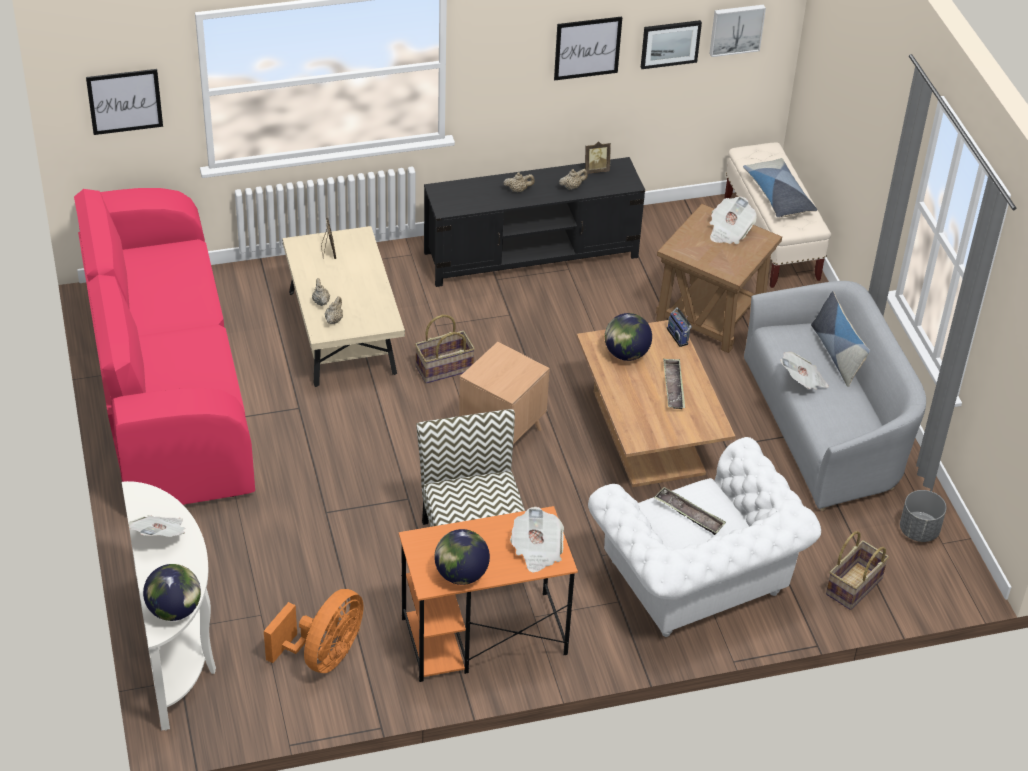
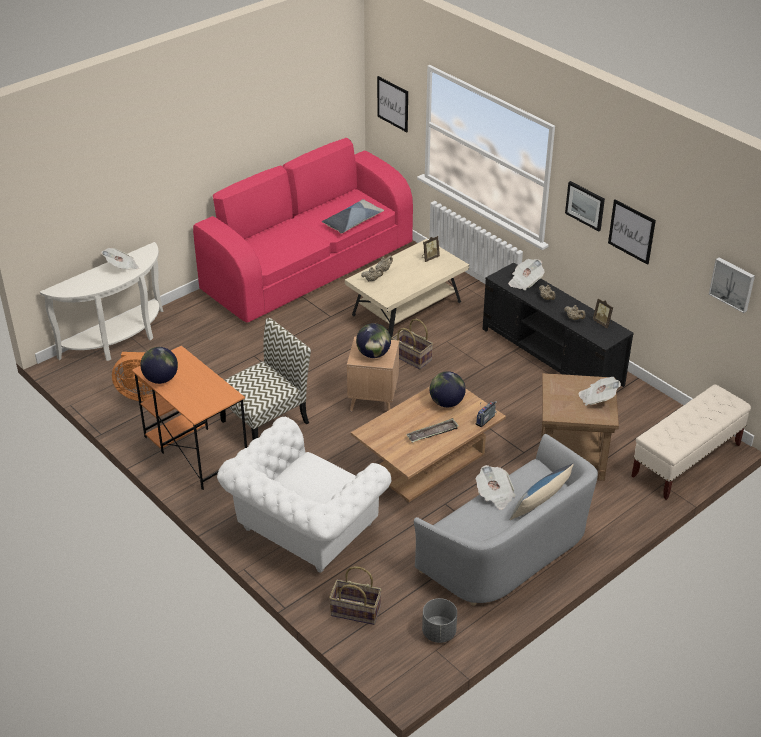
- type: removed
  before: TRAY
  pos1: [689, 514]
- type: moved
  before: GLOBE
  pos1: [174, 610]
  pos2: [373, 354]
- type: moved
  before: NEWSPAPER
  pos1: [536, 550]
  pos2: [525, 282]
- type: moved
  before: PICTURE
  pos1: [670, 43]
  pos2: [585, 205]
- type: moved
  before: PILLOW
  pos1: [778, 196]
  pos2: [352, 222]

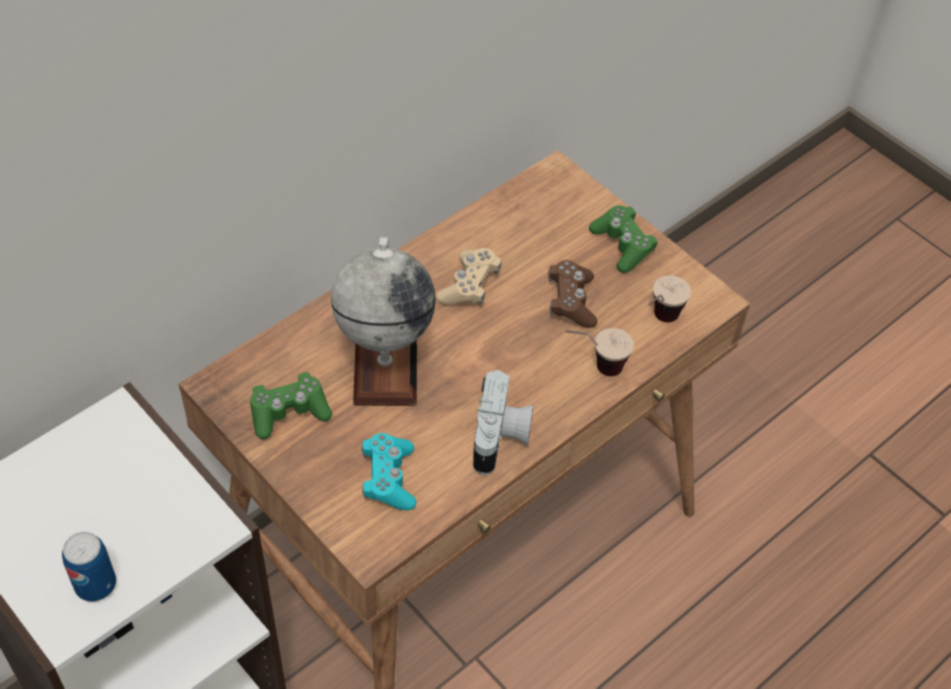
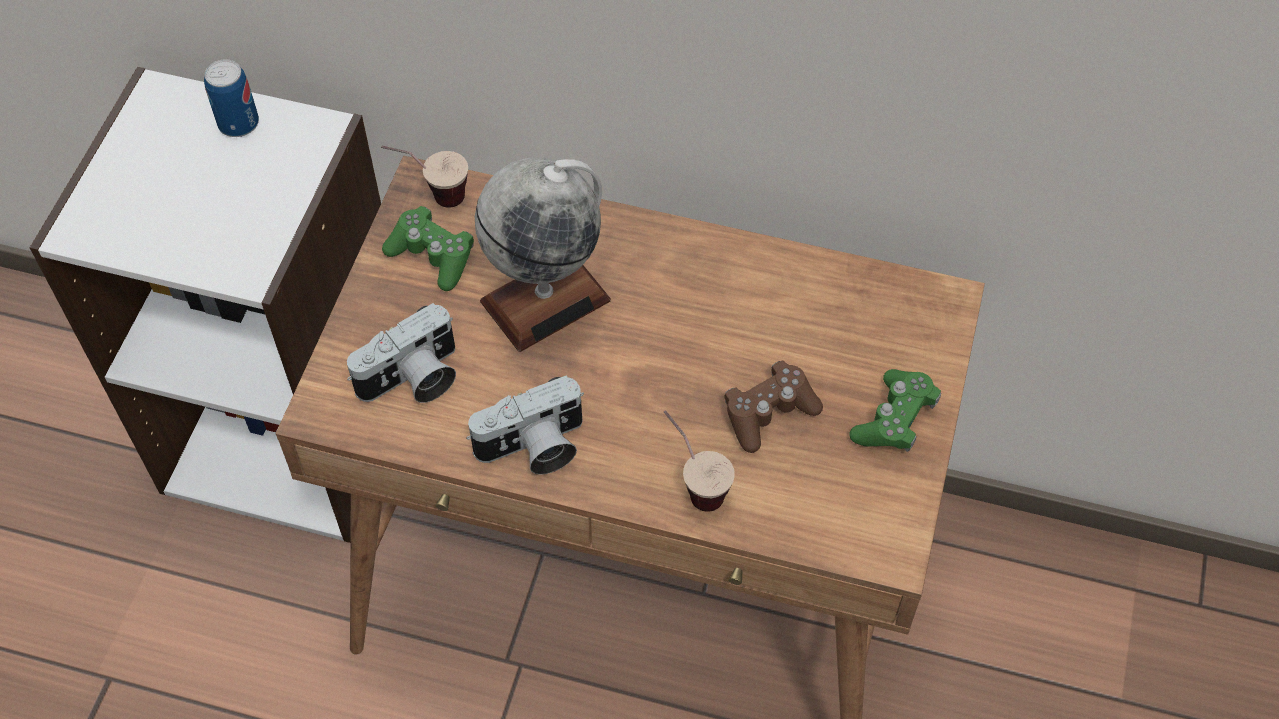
- type: removed
  before: BEIGE GAME CONTROLLER
  pos1: [469, 286]
- type: moved
  before: CAN
  pos1: [95, 584]
  pos2: [238, 123]
- type: moved
  before: CUP
  pos1: [658, 323]
  pos2: [431, 196]
- type: replaced
  before: TURQUOISE GAME CONTROLLER
  after: PHOTO CAMERA
  pos1: [388, 478]
  pos2: [413, 380]

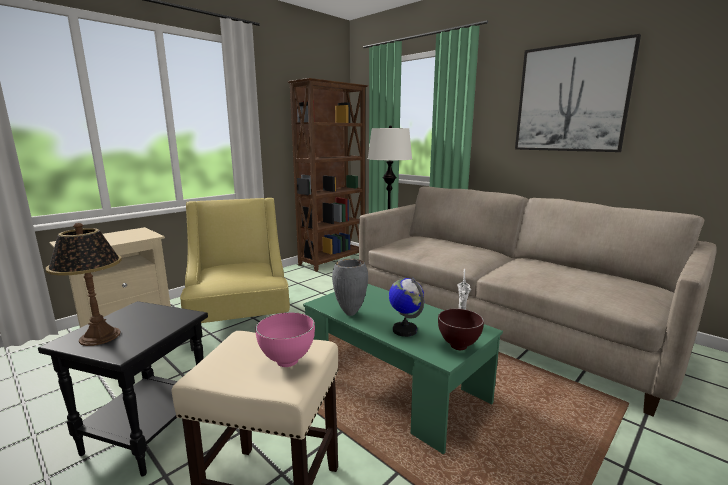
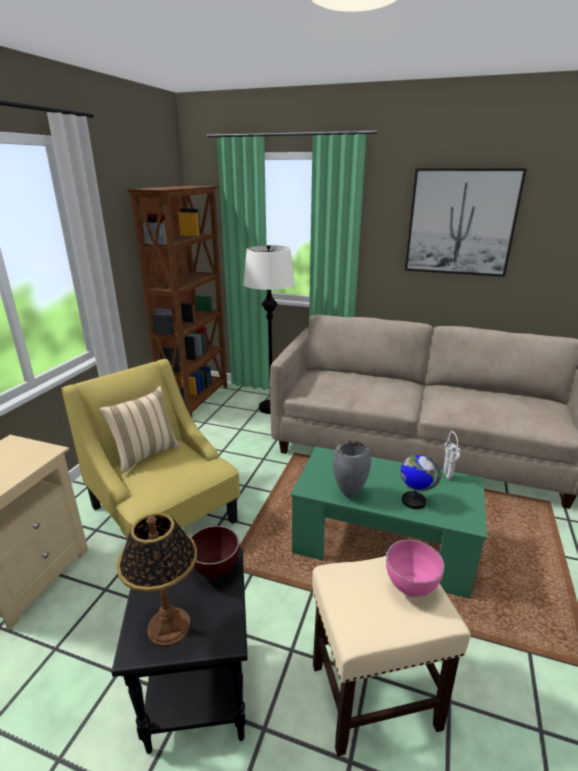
- type: added
  after: BEIGE PILLOW
  pos2: [145, 454]
- type: moved
  before: BROWN BOWL
  pos1: [459, 347]
  pos2: [216, 571]

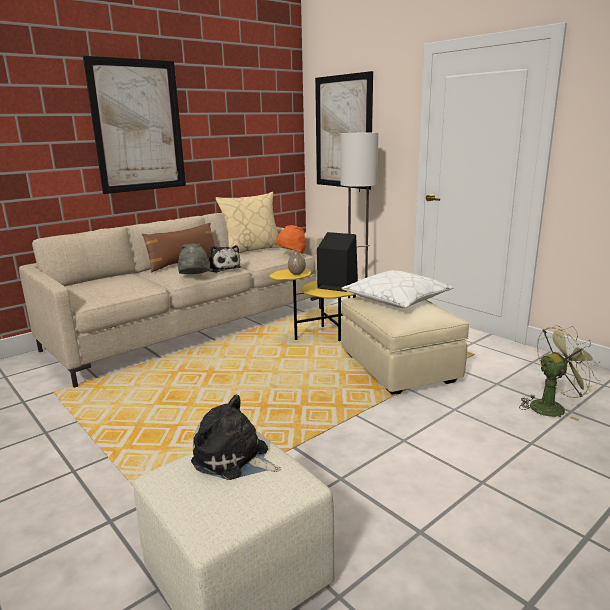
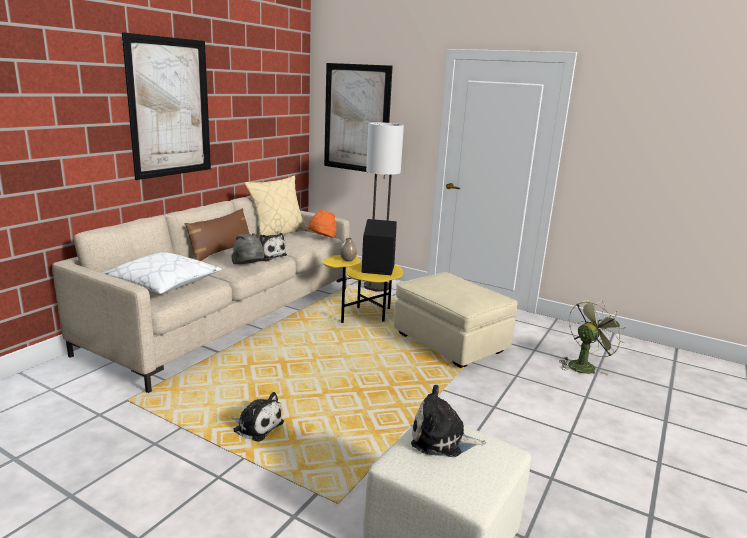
- type: added
  after: PLUSH TOY
  pos2: [256, 426]
- type: moved
  before: WHITE PILLOW
  pos1: [396, 299]
  pos2: [163, 283]

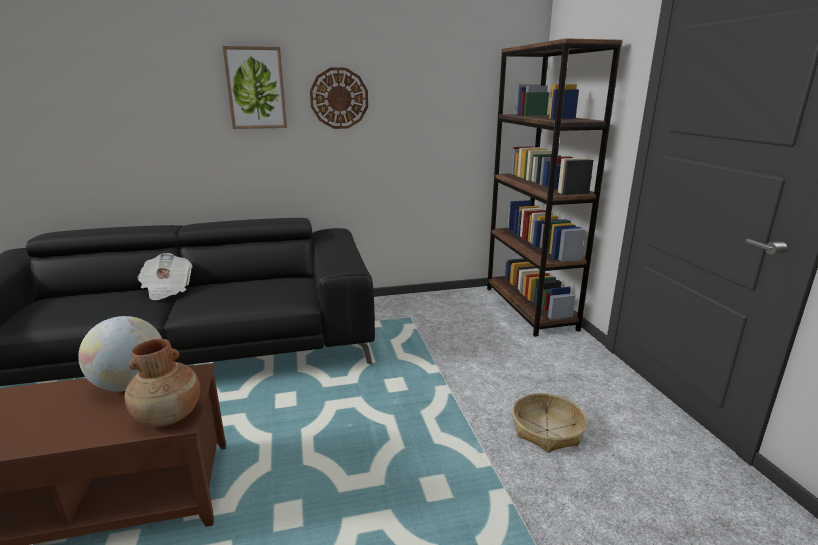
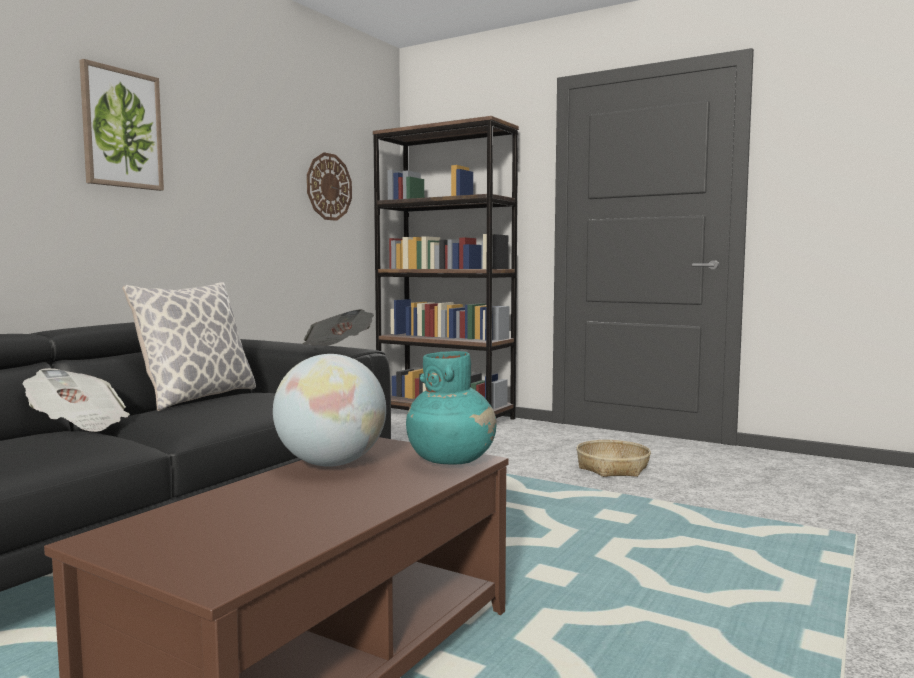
- type: added
  after: PILLOW
  pos2: [197, 398]
- type: added
  after: NEWSPAPER
  pos2: [338, 349]
- type: moved
  before: WALL CLOCK
  pos1: [339, 98]
  pos2: [329, 187]
- type: recoloured
  before: BROWN VASE
  after: TURQUOISE VASE
  pos1: [169, 416]
  pos2: [452, 460]

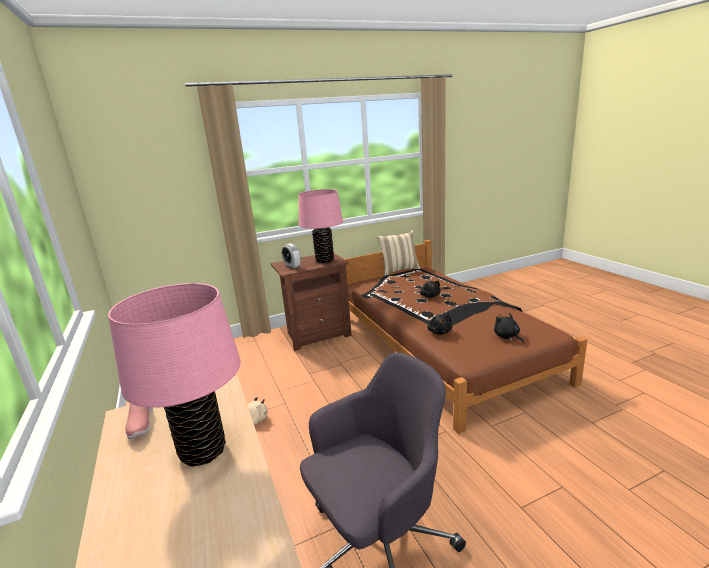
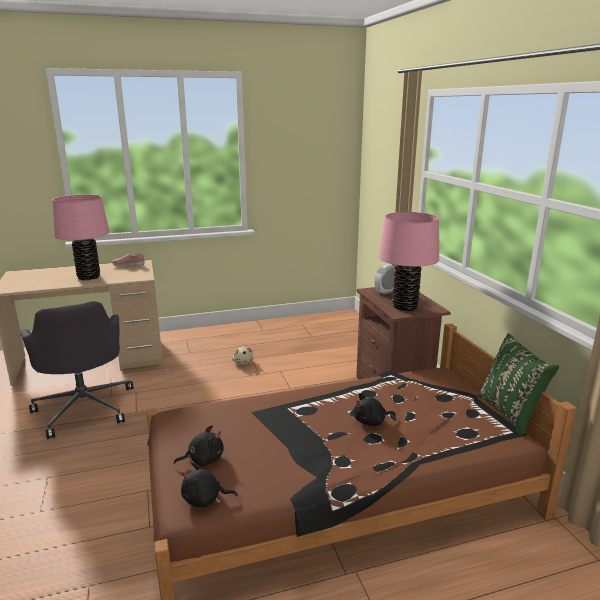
- type: moved
  before: BLACK PLUSH TOY
  pos1: [439, 332]
  pos2: [205, 499]
- type: recoloured
  before: BEIGE PILLOW
  after: GREEN PILLOW
  pos1: [399, 270]
  pos2: [510, 413]

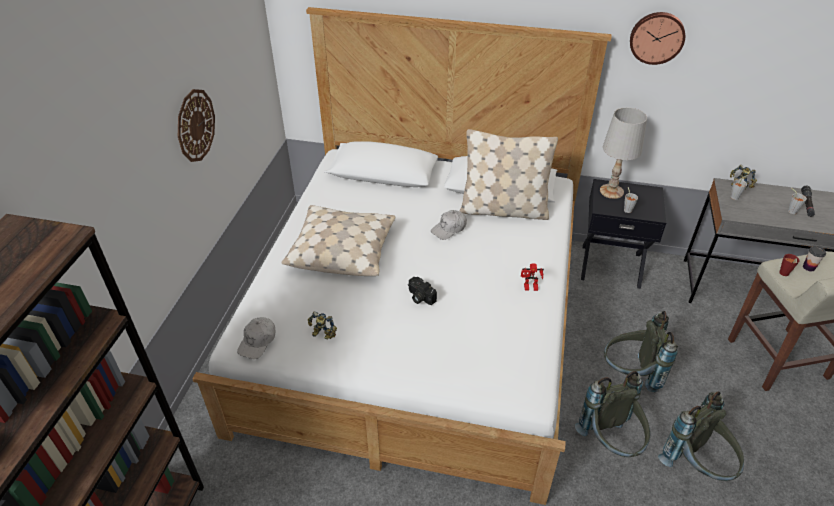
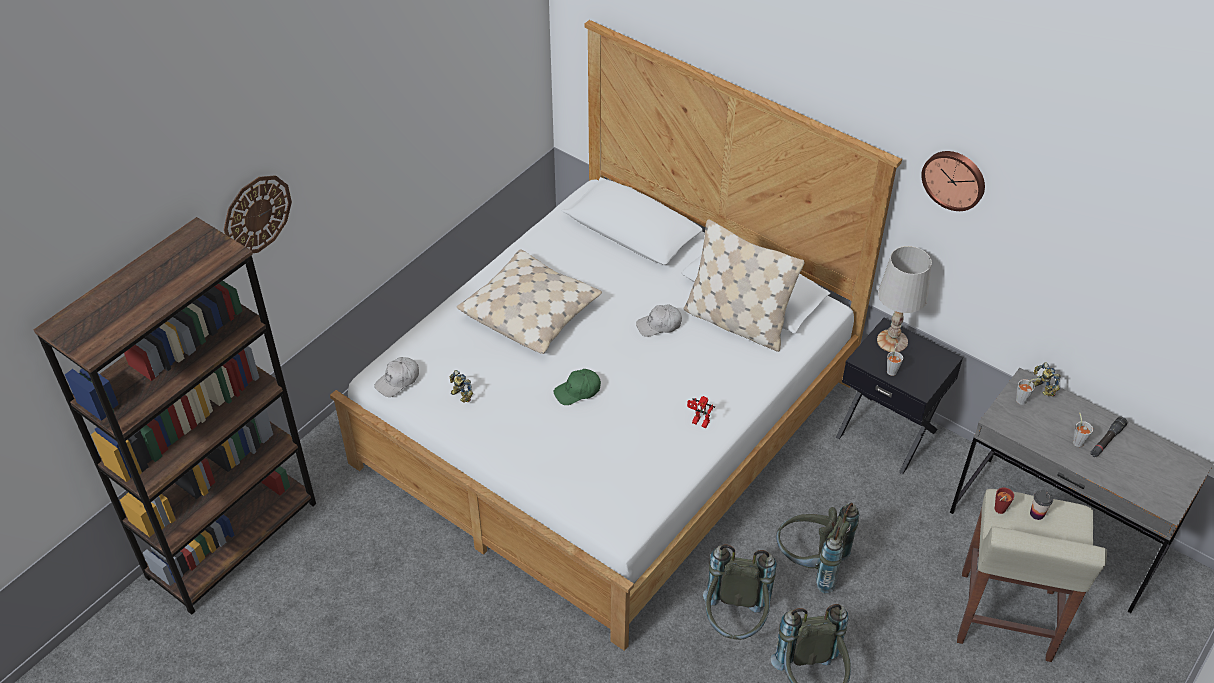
- type: moved
  before: WALL CLOCK
  pos1: [195, 125]
  pos2: [257, 214]
- type: replaced
  before: PHOTO CAMERA
  after: GREEN CAP
  pos1: [419, 297]
  pos2: [577, 391]

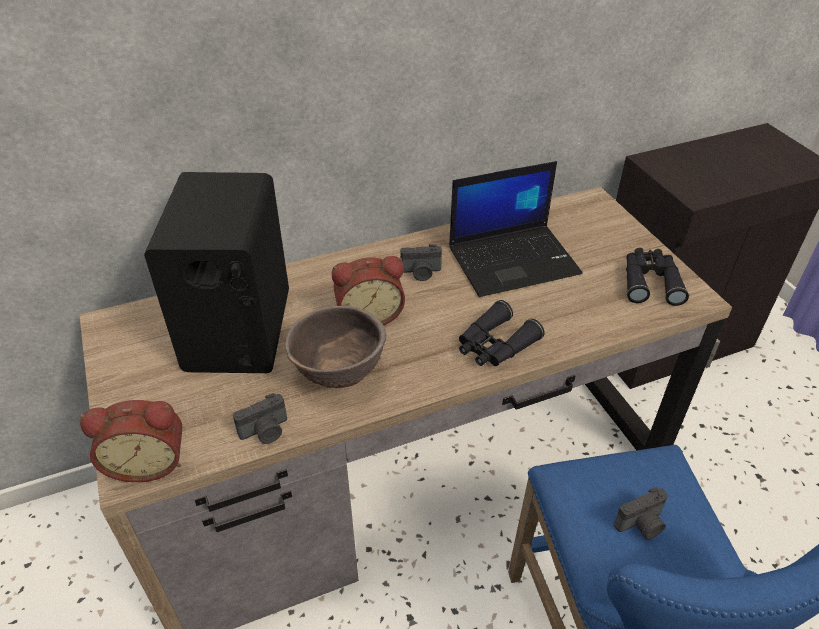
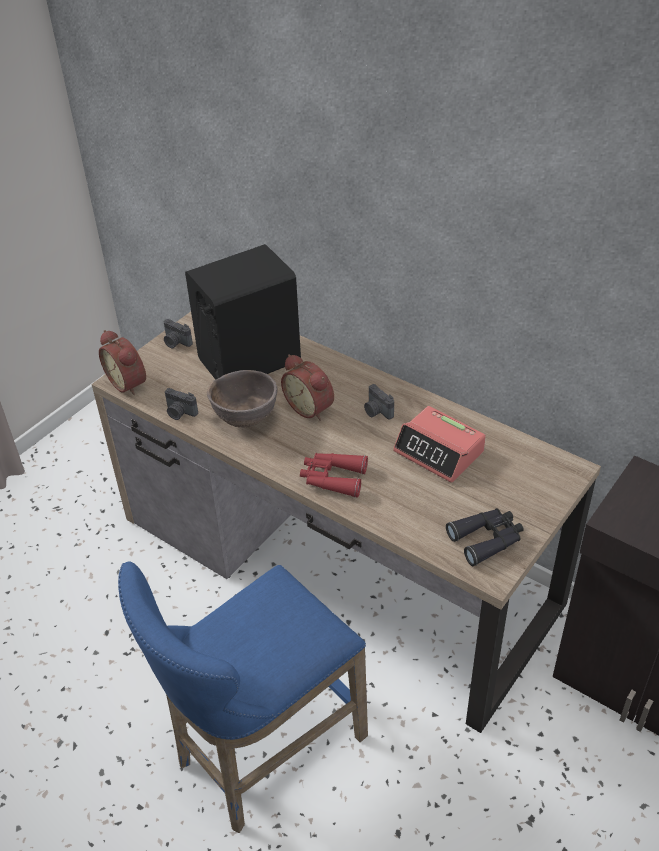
- type: moved
  before: PHOTO CAMERA
  pos1: [641, 525]
  pos2: [176, 342]
- type: replaced
  before: LAPTOP
  after: ALARM CLOCK
  pos1: [514, 259]
  pos2: [439, 452]
- type: recoloured
  before: BLACK BINOCULARS
  after: RED BINOCULARS
  pos1: [495, 345]
  pos2: [332, 478]

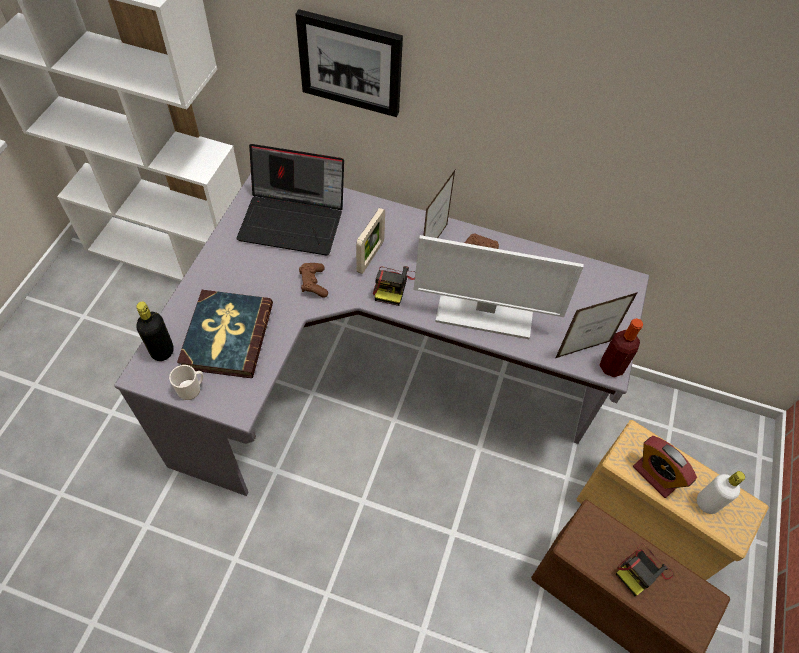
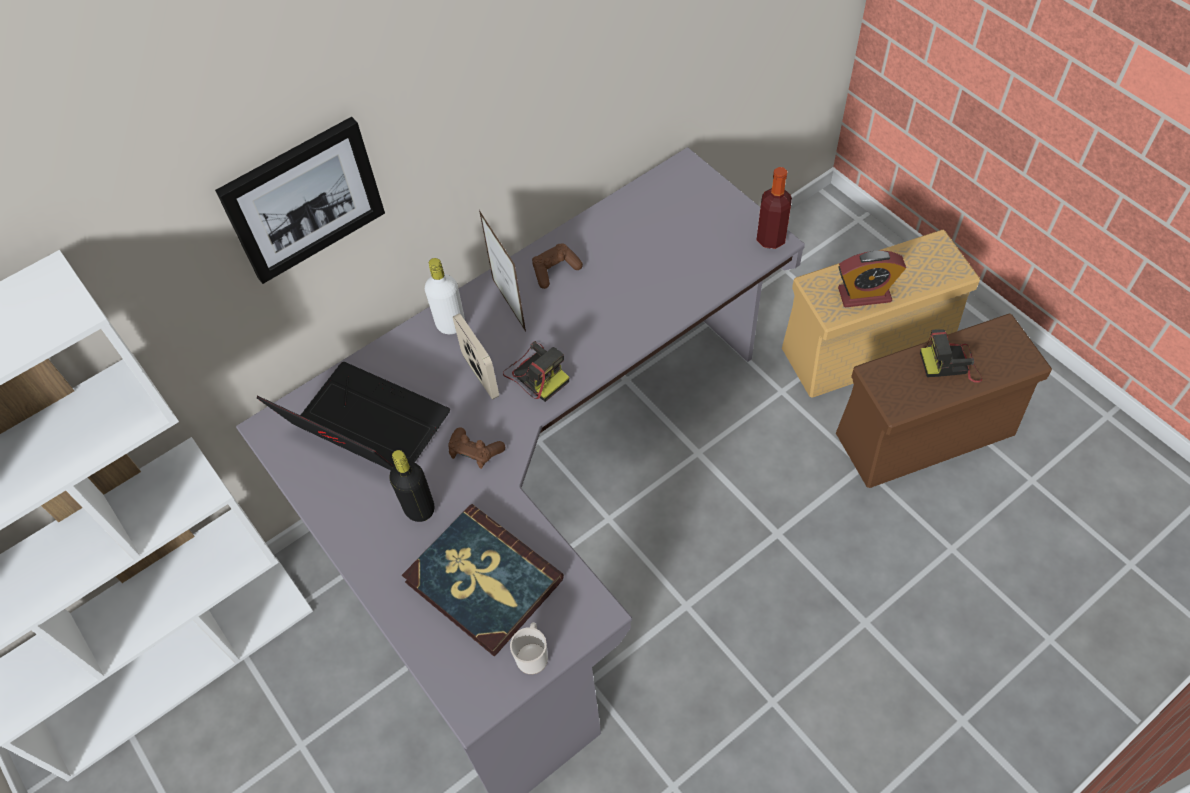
- type: removed
  before: MONITOR
  pos1: [483, 312]
- type: removed
  before: PICTURE FRAME
  pos1: [583, 349]
- type: moved
  before: BLACK BOTTLE
  pos1: [162, 351]
  pos2: [419, 509]
- type: moved
  before: WHITE BOTTLE
  pos1: [706, 503]
  pos2: [451, 325]
- type: turned
  before: LAPTOP
  pos1: [294, 220]
  pos2: [364, 428]
  turn: -105
- type: turned
  before: PHOTO CAMERA
  pos1: [642, 570]
  pos2: [950, 364]
  turn: 90

